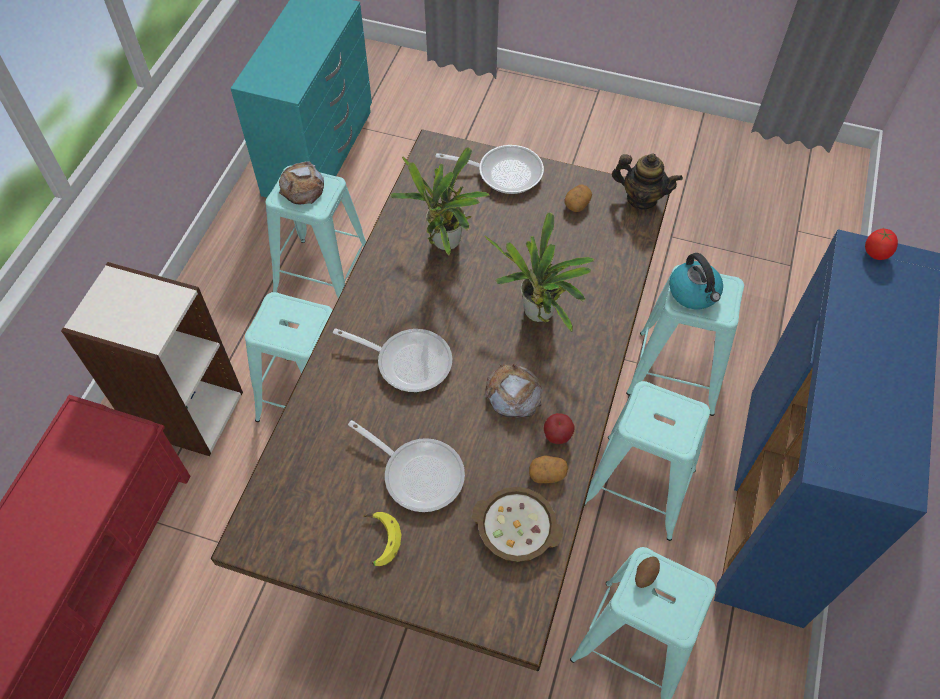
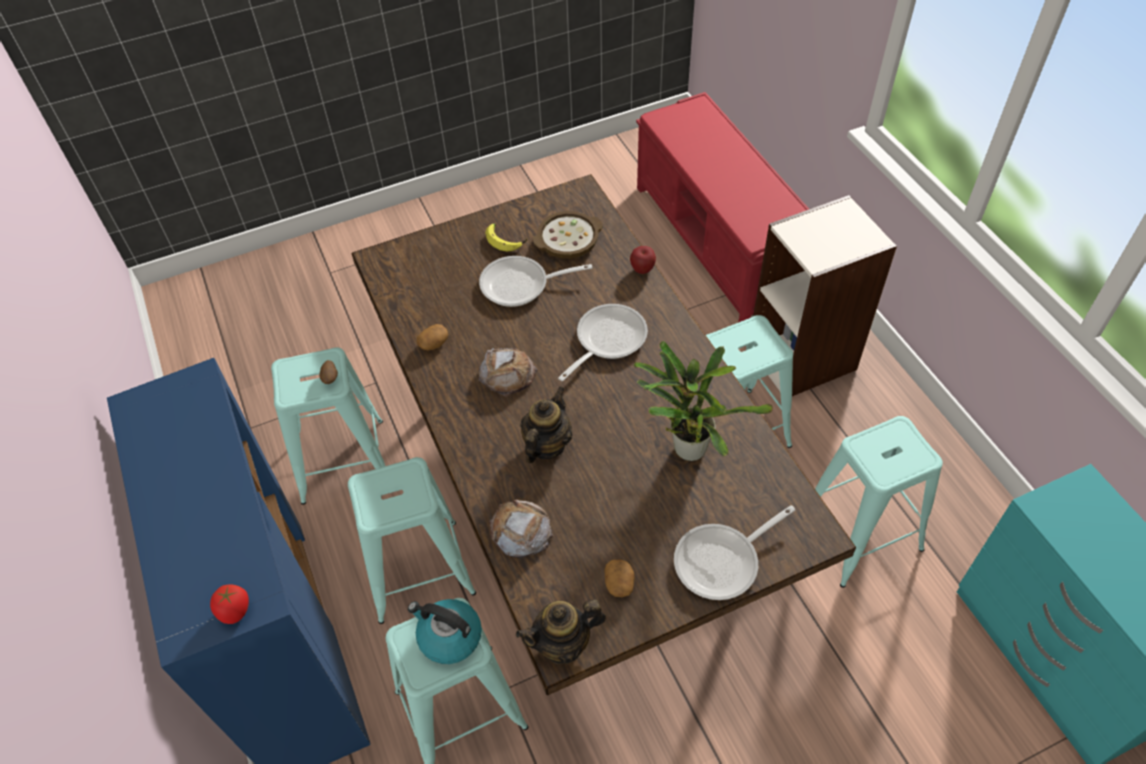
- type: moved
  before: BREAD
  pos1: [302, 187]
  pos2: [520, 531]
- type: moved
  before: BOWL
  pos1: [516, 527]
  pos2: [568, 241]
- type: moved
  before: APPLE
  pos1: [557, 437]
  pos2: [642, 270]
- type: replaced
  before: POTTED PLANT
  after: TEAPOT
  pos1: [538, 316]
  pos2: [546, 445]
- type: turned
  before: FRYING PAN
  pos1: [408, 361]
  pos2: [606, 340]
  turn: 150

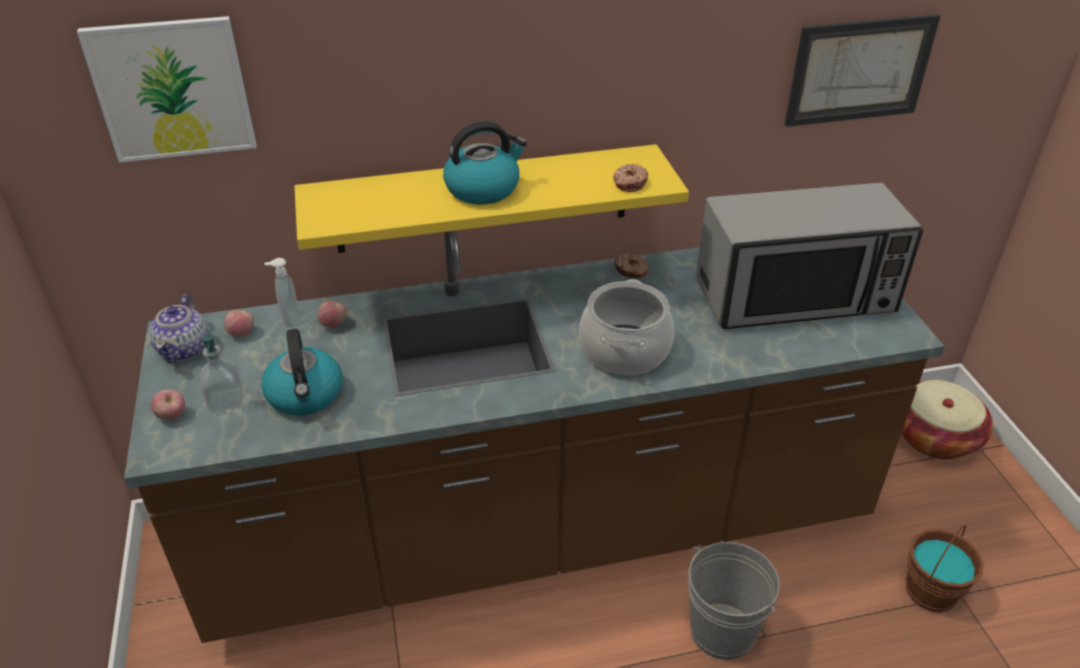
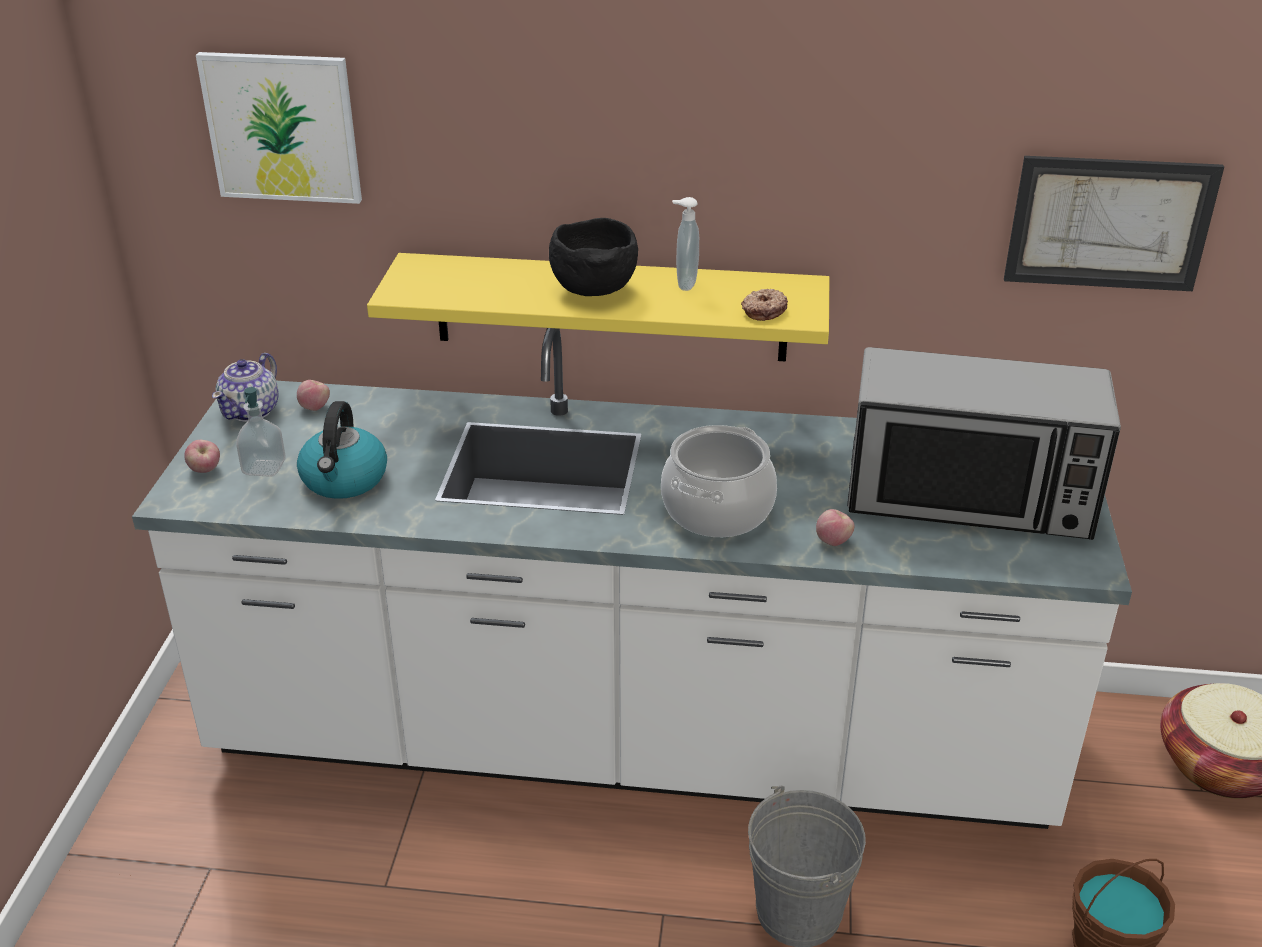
- type: removed
  before: DONUT
  pos1: [631, 271]
- type: moved
  before: SOAP DISPENSER
  pos1: [289, 320]
  pos2: [684, 284]
- type: moved
  before: APPLE
  pos1: [334, 324]
  pos2: [833, 541]
- type: replaced
  before: KETTLE
  after: BLACK BOWL
  pos1: [483, 188]
  pos2: [593, 289]
- type: recoloured
  before: BROWN COUNTER
  after: WHITE COUNTER
  pos1: [540, 529]
  pos2: [630, 739]

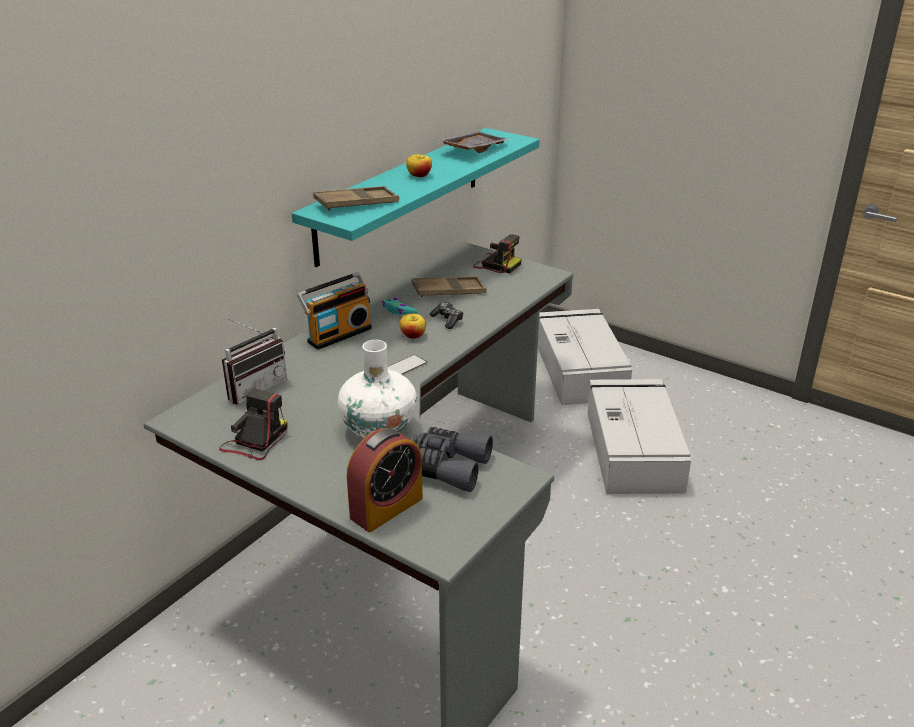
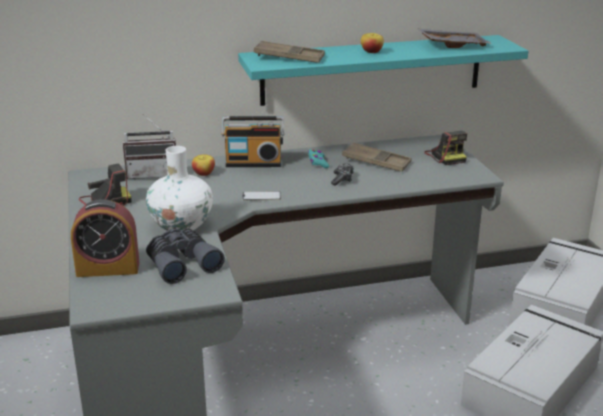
- type: moved
  before: APPLE
  pos1: [413, 335]
  pos2: [203, 173]

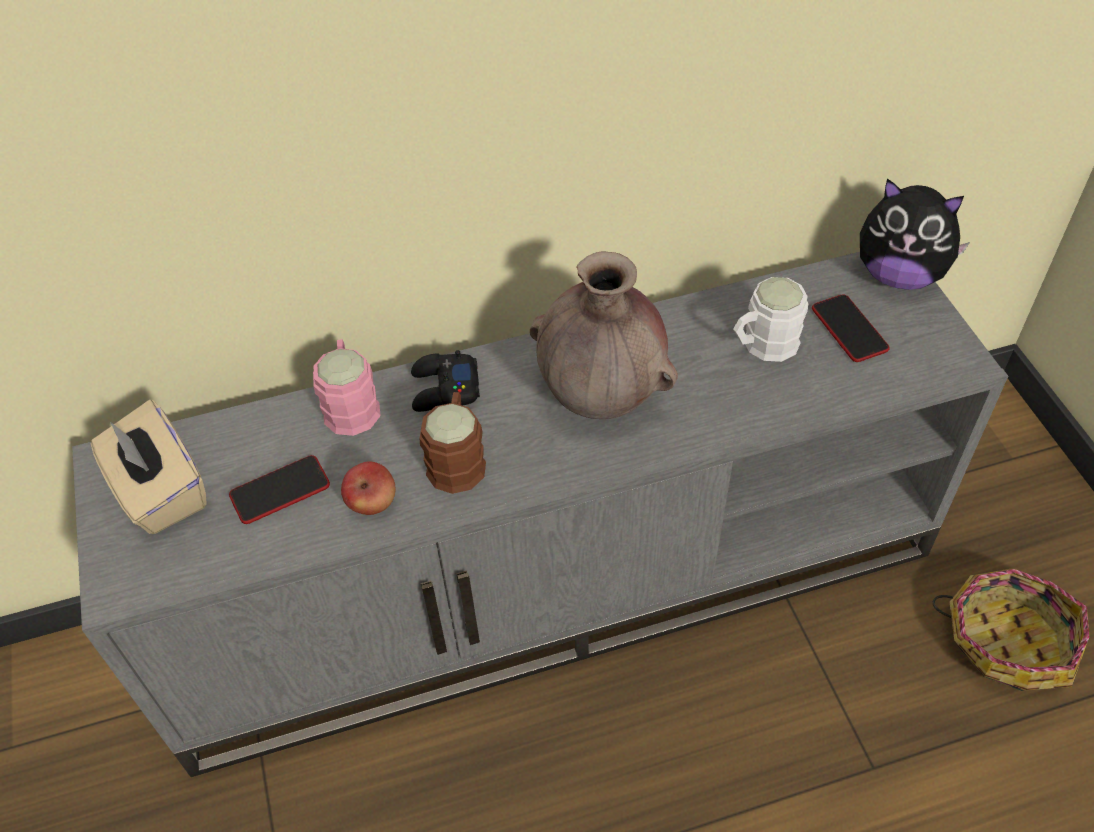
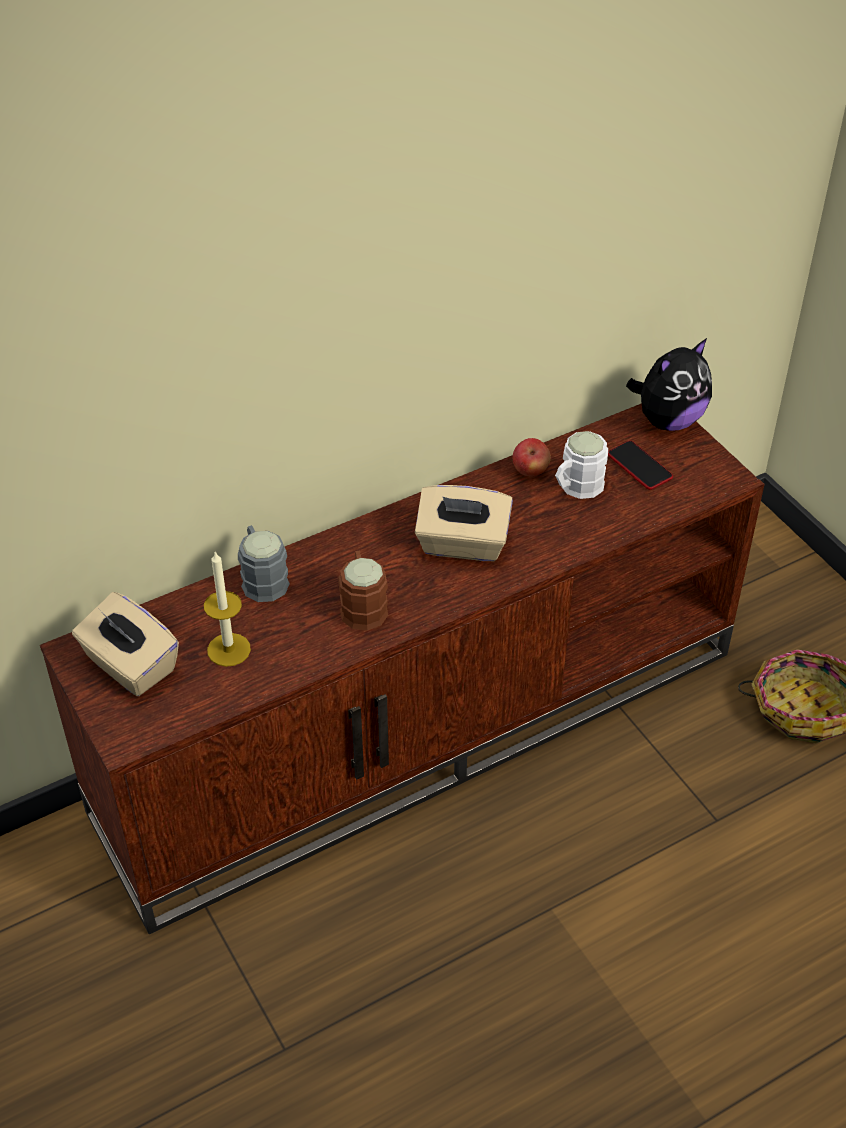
- type: removed
  before: BLACK GAME CONTROLLER
  pos1: [444, 389]
- type: moved
  before: APPLE
  pos1: [372, 503]
  pos2: [530, 471]
- type: replaced
  before: PHONE
  after: CANDLE
  pos1: [280, 490]
  pos2: [229, 649]
- type: replaced
  before: BROWN VASE
  after: BEIGE TISSUE BOX
  pos1: [602, 398]
  pos2: [462, 544]
- type: recoloured
  before: GREY TV STAND
  after: BROWN TV STAND
  pos1: [556, 581]
  pos2: [422, 726]
- type: recoloured
  before: PINK MUG
  after: GREY MUG
  pos1: [351, 403]
  pos2: [262, 578]
- type: turned
  before: PLUSH TOY
  pos1: [899, 275]
  pos2: [668, 420]
  turn: -45

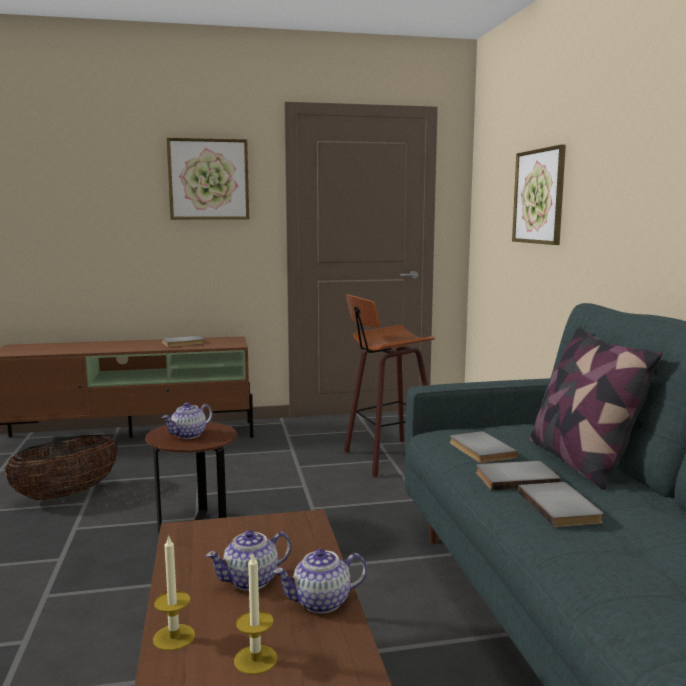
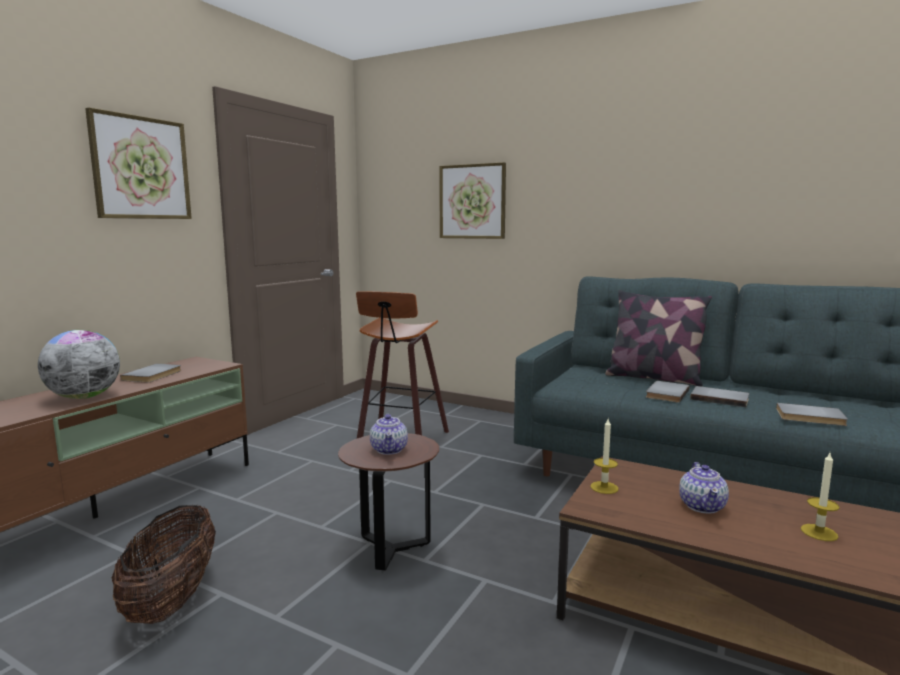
- type: removed
  before: TEAPOT
  pos1: [321, 602]
- type: added
  after: GLOBE
  pos2: [84, 397]
- type: moved
  before: CANDLE
  pos1: [174, 637]
  pos2: [604, 487]
- type: moved
  before: GREY BOOK
  pos1: [479, 450]
  pos2: [810, 417]

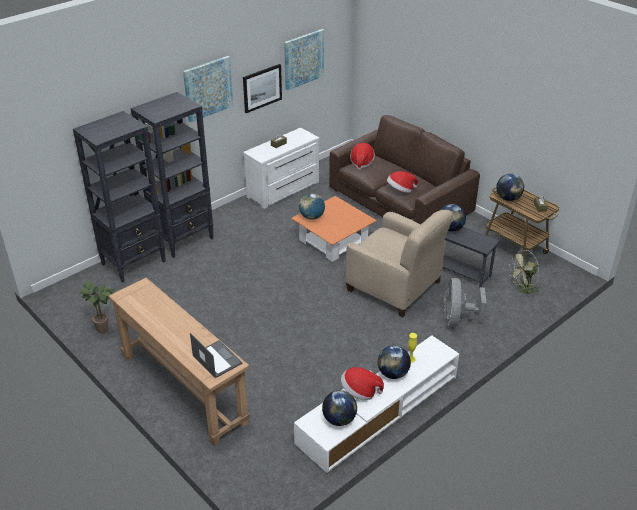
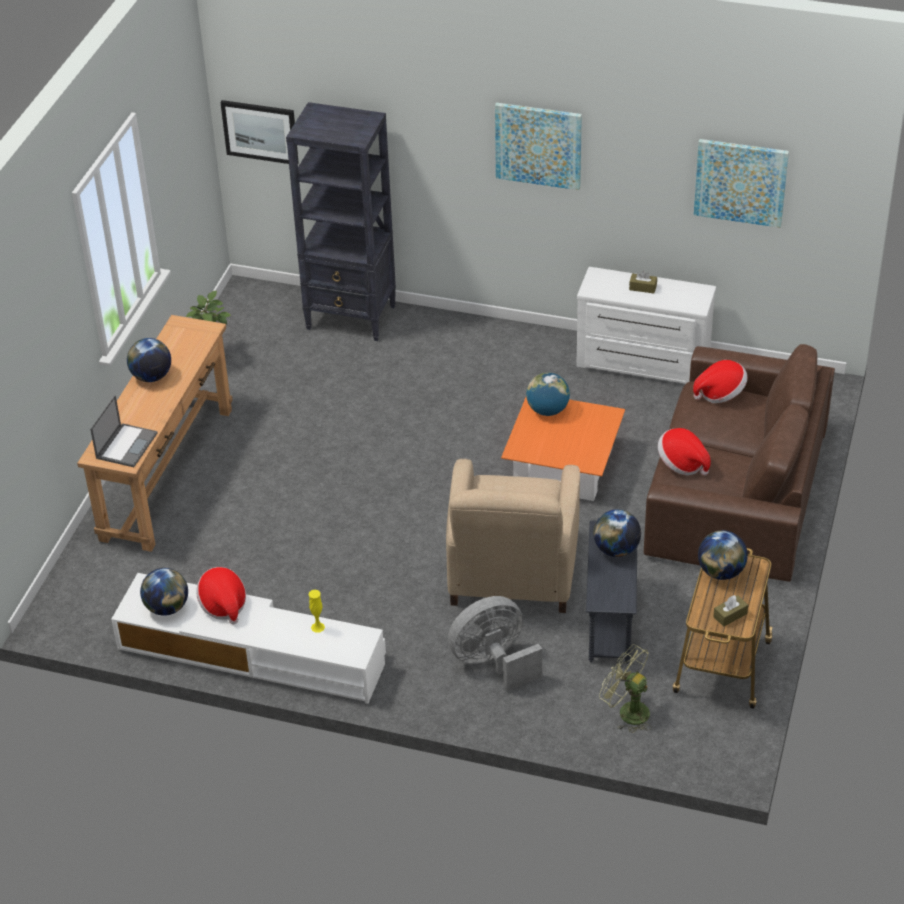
- type: removed
  before: BLACK BOOKCASE
  pos1: [183, 239]
- type: moved
  before: PICTURE
  pos1: [262, 88]
  pos2: [260, 131]
- type: moved
  before: GLOBE
  pos1: [393, 374]
  pos2: [151, 377]

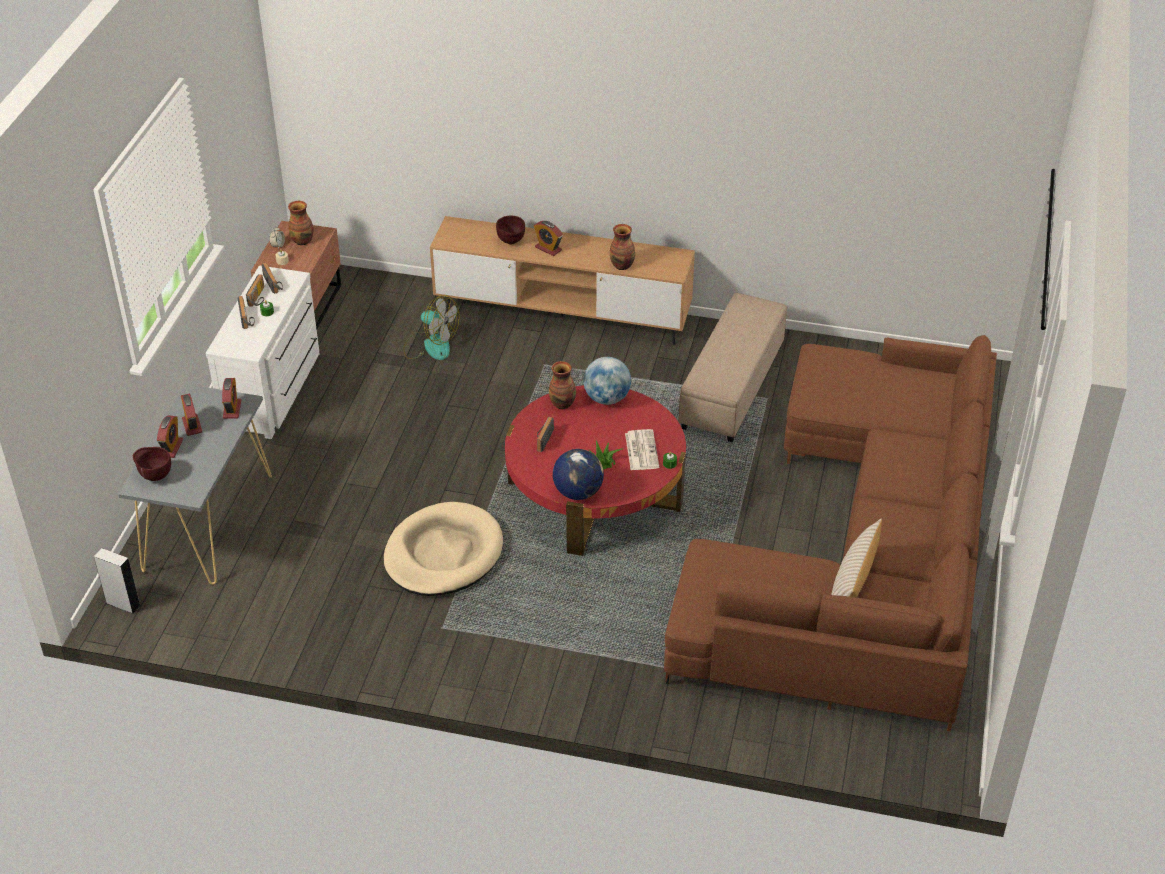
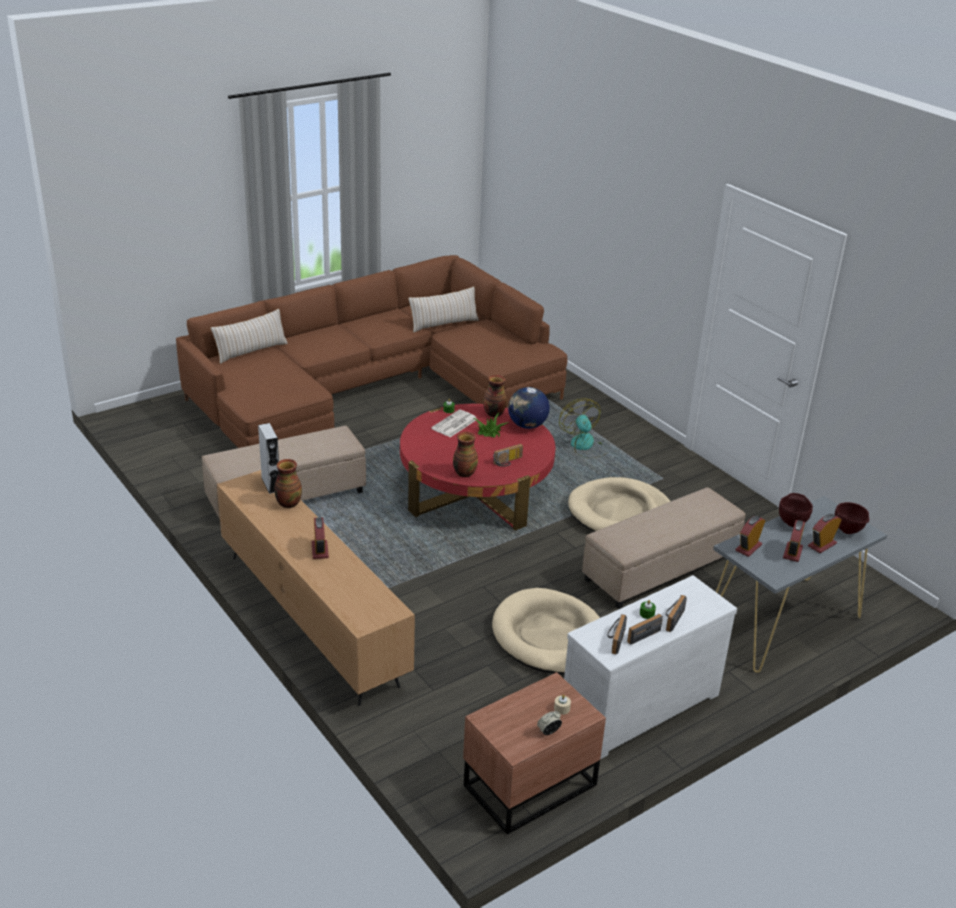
- type: removed
  before: GLOBE
  pos1: [607, 398]
- type: added
  after: BEIGE PILLOW
  pos2: [251, 351]
- type: added
  after: BEIGE DOG BED
  pos2: [549, 637]
- type: added
  after: BEIGE OTTOMAN
  pos2: [661, 569]
- type: moved
  before: GREY SPEAKER
  pos1: [123, 604]
  pos2: [271, 484]
- type: moved
  before: VASE
  pos1: [303, 240]
  pos2: [493, 414]
- type: moved
  before: FAN
  pos1: [430, 345]
  pos2: [585, 446]
- type: moved
  before: BROWN BOWL
  pos1: [511, 242]
  pos2: [792, 522]

